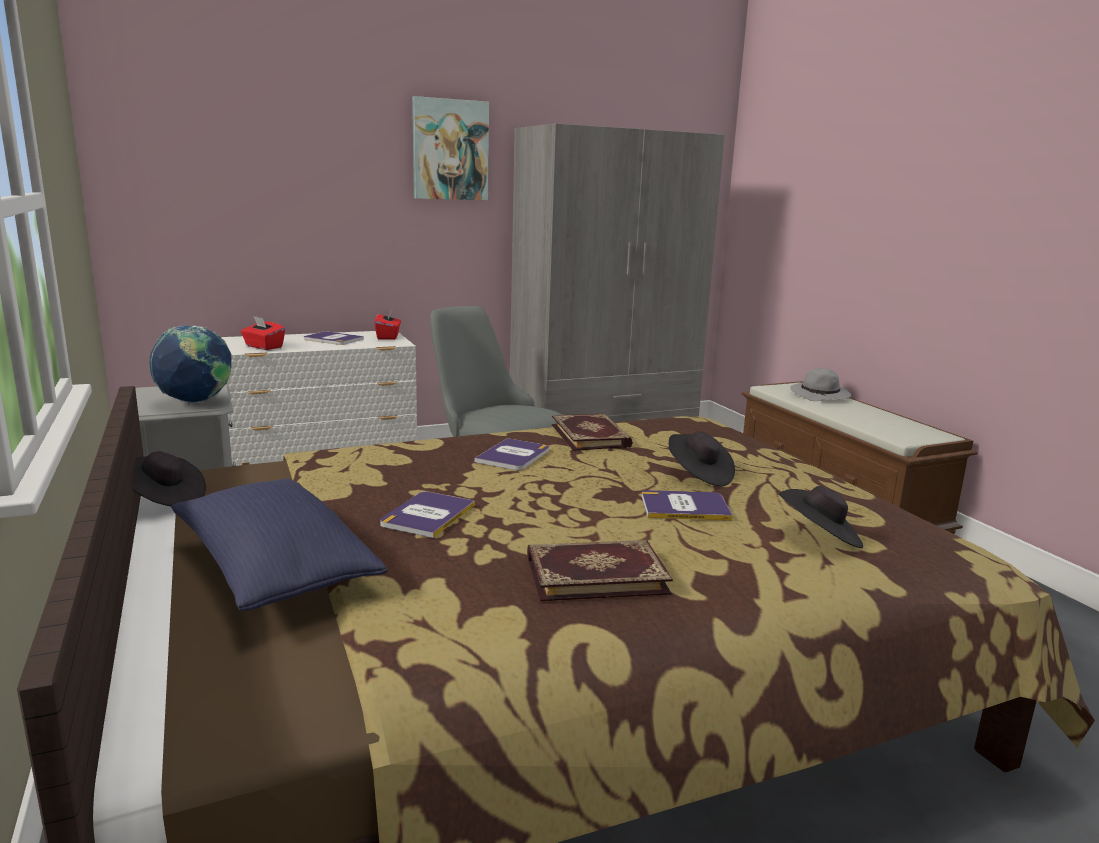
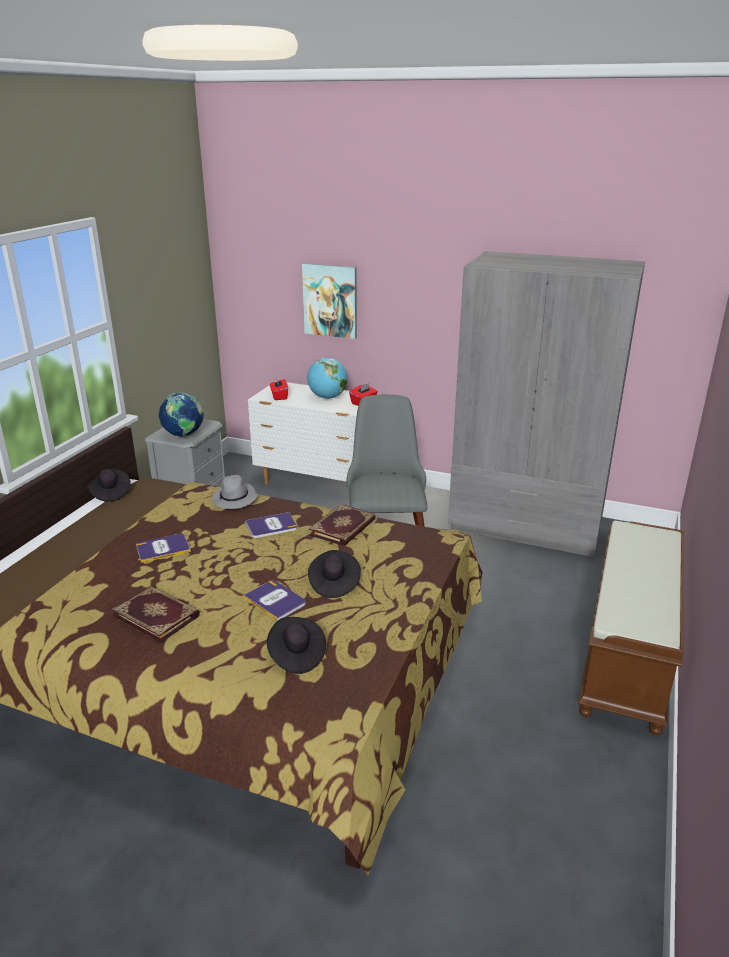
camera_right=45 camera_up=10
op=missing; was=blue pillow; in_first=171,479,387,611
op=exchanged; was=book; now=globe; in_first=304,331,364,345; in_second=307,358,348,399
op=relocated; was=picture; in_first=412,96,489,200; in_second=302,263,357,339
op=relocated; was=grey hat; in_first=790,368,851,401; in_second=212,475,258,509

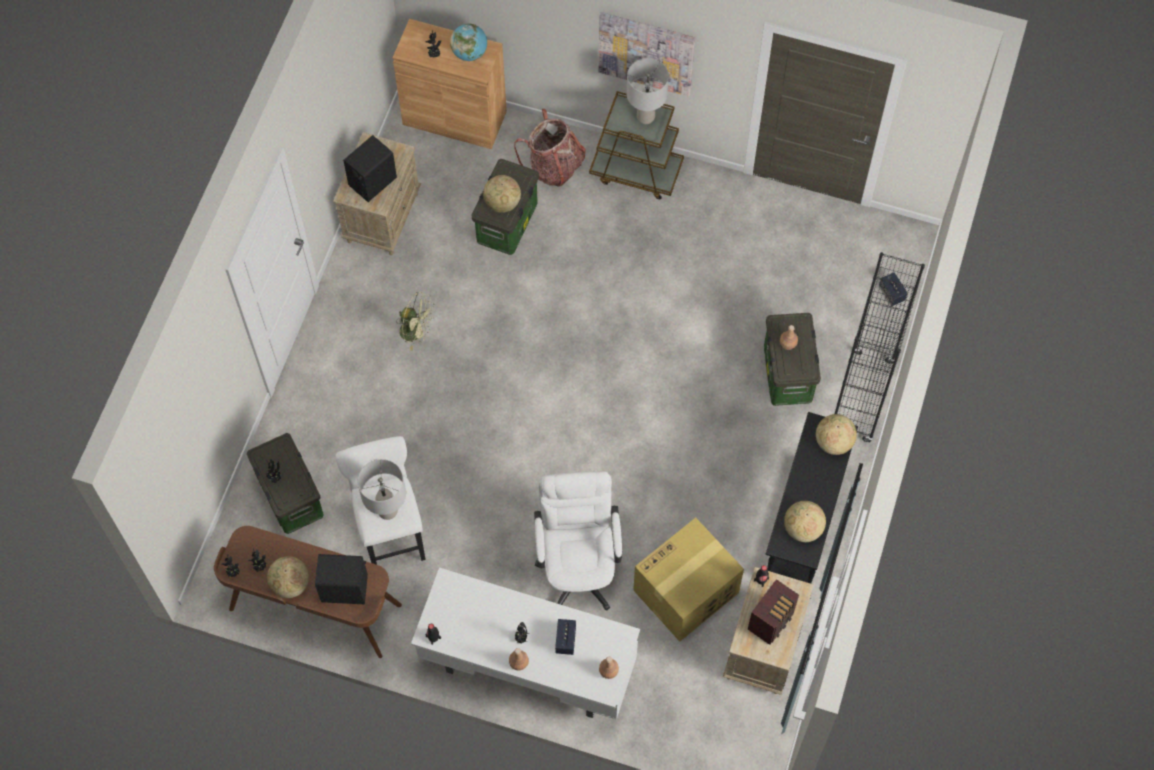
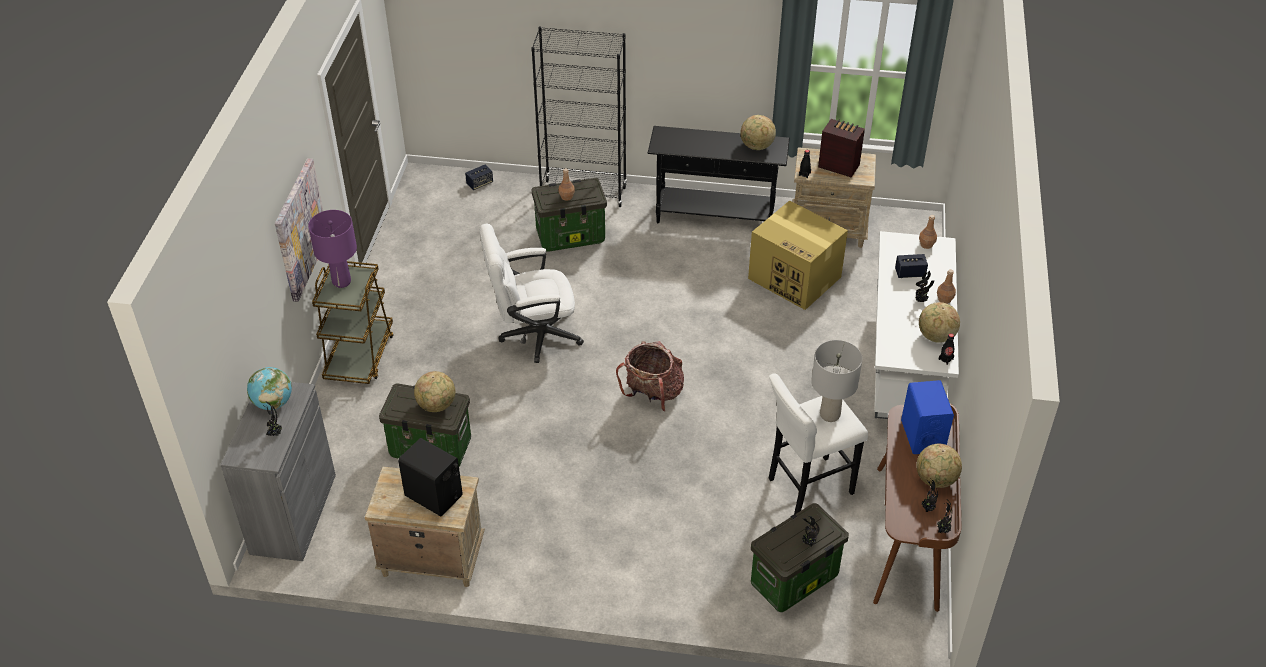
camera_right=-100 camera_up=-20
op=colour; was=black speaker; now=blue speaker; in_first=315,554,368,604; in_second=901,380,954,454
op=colour; was=brown cabinet; now=grey cabinet; in_first=393,19,507,149; in_second=221,382,336,561
op=missing; was=green fan; in_first=396,292,434,351
op=relocated; was=backpack; in_first=514,109,586,187; in_second=616,341,684,411
op=relocated; was=white office chair; in_first=534,471,622,611; in_second=480,224,584,363
op=colour; was=grey table lamp; now=purple table lamp; in_first=627,58,669,124; in_second=308,210,357,288
op=relocated; was=globe; in_first=816,414,857,455; in_second=919,302,960,343

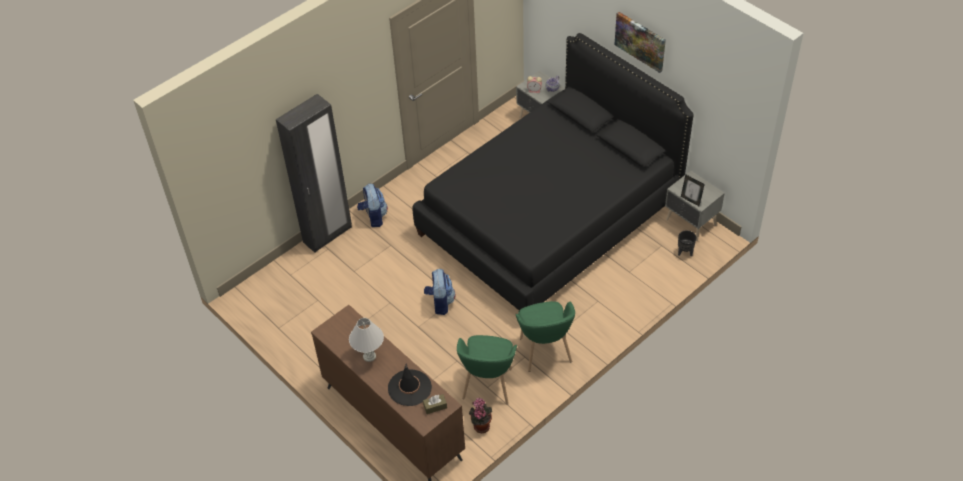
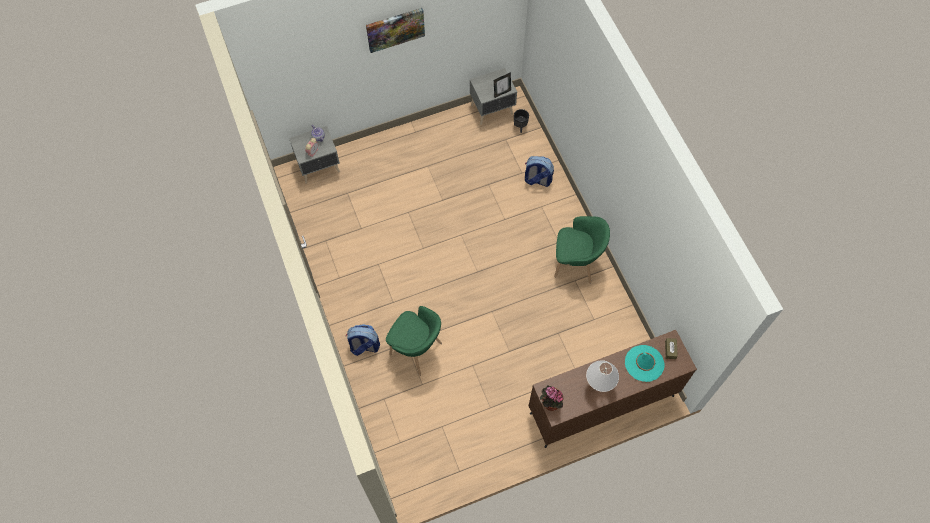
camera_right=-70 camera_up=15
op=missing; was=black wardrobe; in_first=276,94,352,253
op=colour; was=black hat; now=turquoise hat; in_first=388,363,432,406; in_second=625,345,664,382
op=missing; was=black bed; in_first=412,33,694,310
op=relocated; was=backpack; in_first=424,269,455,315; in_second=525,156,554,187
op=relocated; was=green armchair; in_first=457,335,517,405; in_second=386,306,442,376
op=relocated; was=potted plant; in_first=469,398,492,433; in_second=540,385,563,411

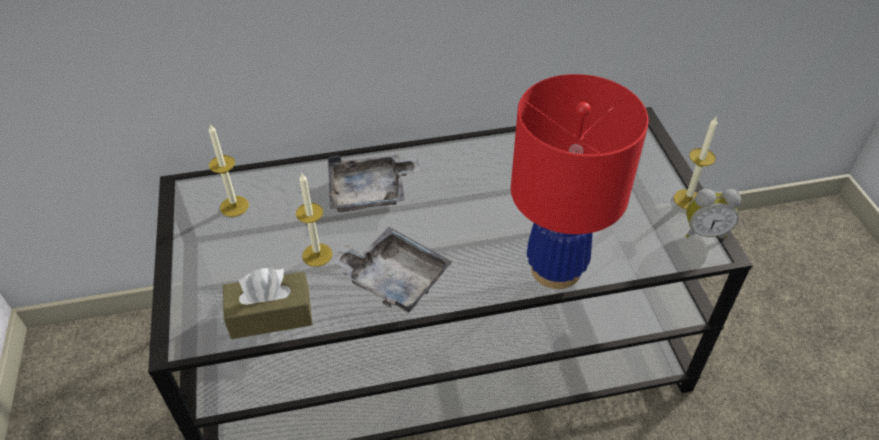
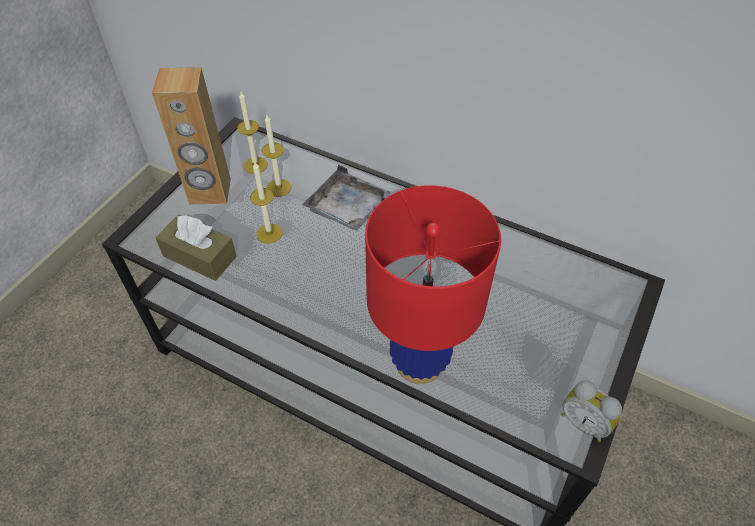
camera_right=40 camera_up=5
op=missing; was=grey tray; in_first=331,227,453,313
op=relocated; was=candle; in_first=674,117,717,209; in_second=262,115,291,197
op=appeared; now=brown speaker; in_second=152,67,231,204

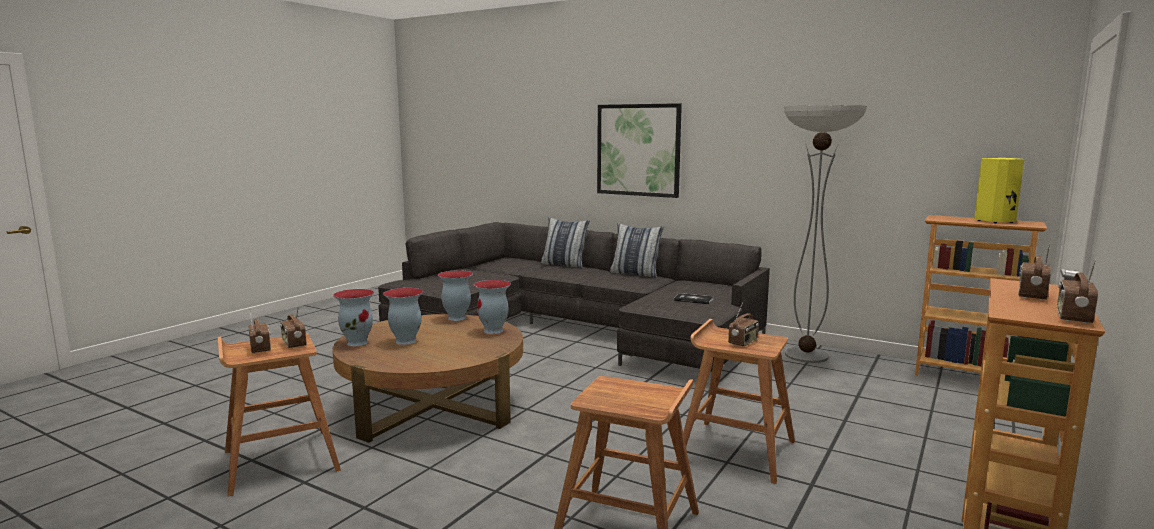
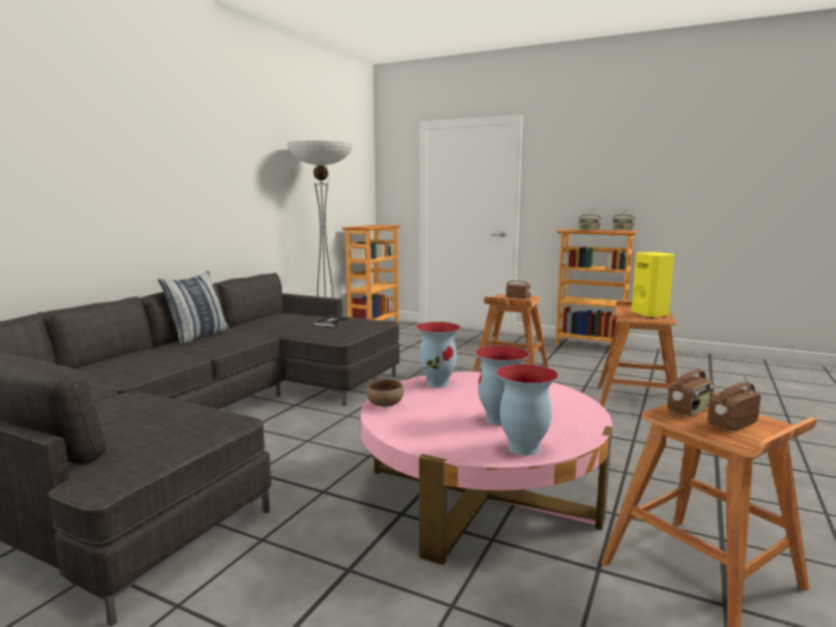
camera_right=-95 camera_up=0
op=colour; was=brown coffee table; now=pink coffee table; in_first=332,314,523,443; in_second=360,372,612,565
op=exchanged; was=vase; now=brown bowl; in_first=438,270,473,321; in_second=366,379,404,407
op=missing; was=pillow; in_first=541,217,590,269
op=missing; was=picture; in_first=597,103,682,198
op=relocated; was=yellow speaker; in_first=974,158,1025,223; in_second=631,252,674,318

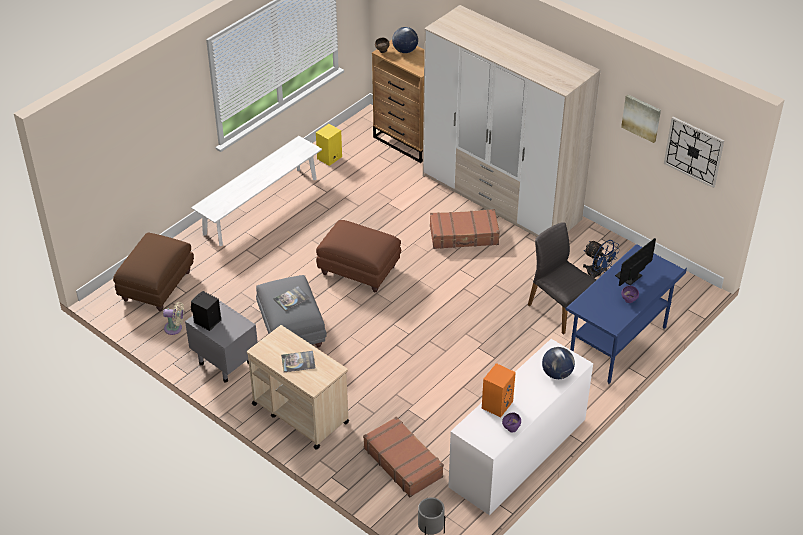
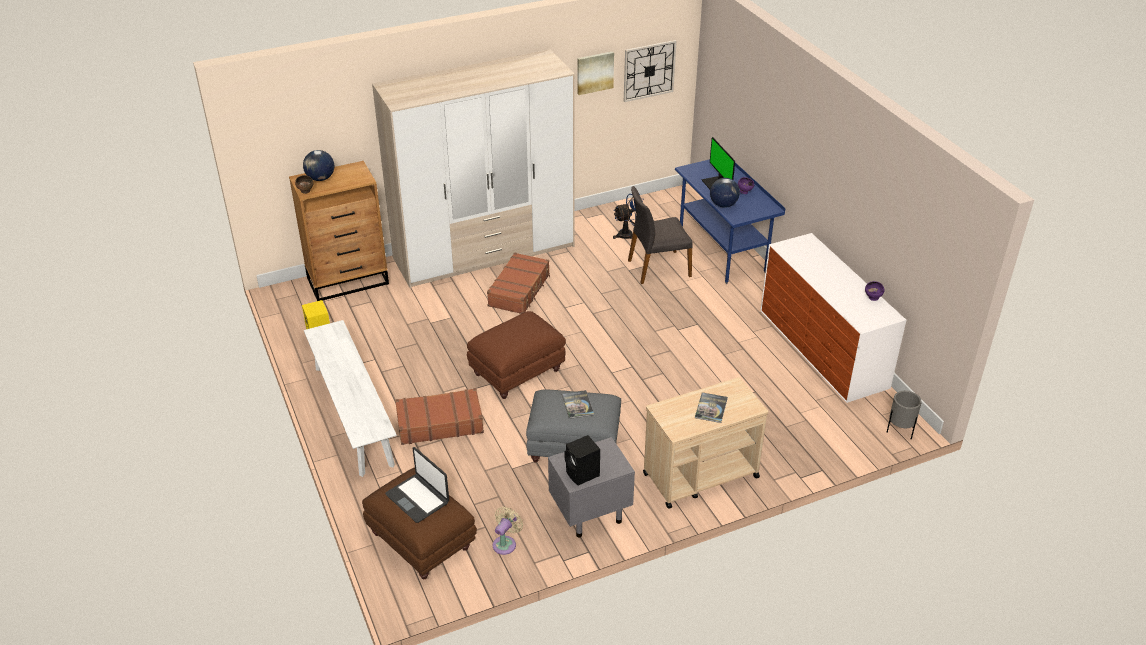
camera_right=-65 camera_up=-5
op=relocated; was=brown suitcase; in_first=363,417,444,497; in_second=395,388,484,445
op=missing; was=orange speaker; in_first=482,363,516,418
op=relocated; was=globe; in_first=542,347,575,379; in_second=710,178,740,208
op=appeared; now=laptop; in_second=385,447,449,523

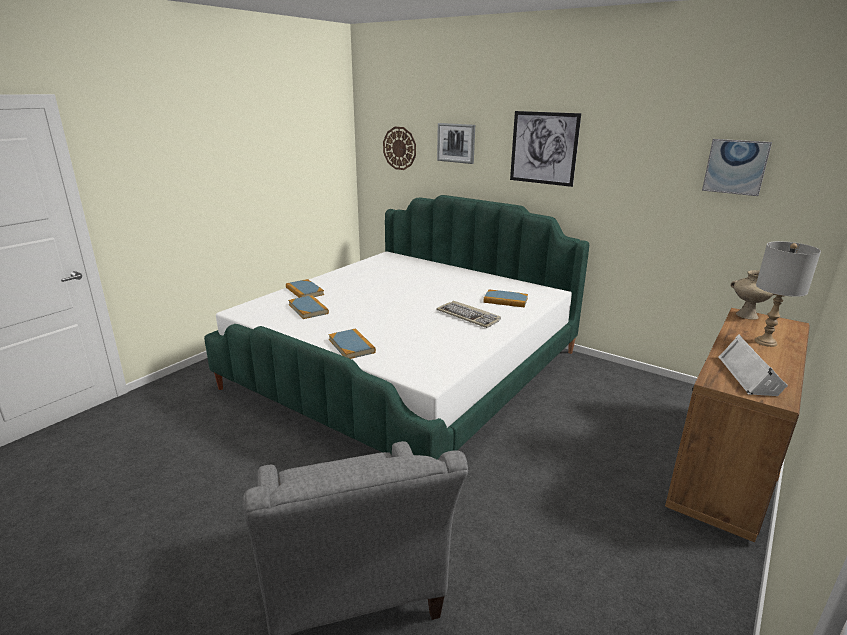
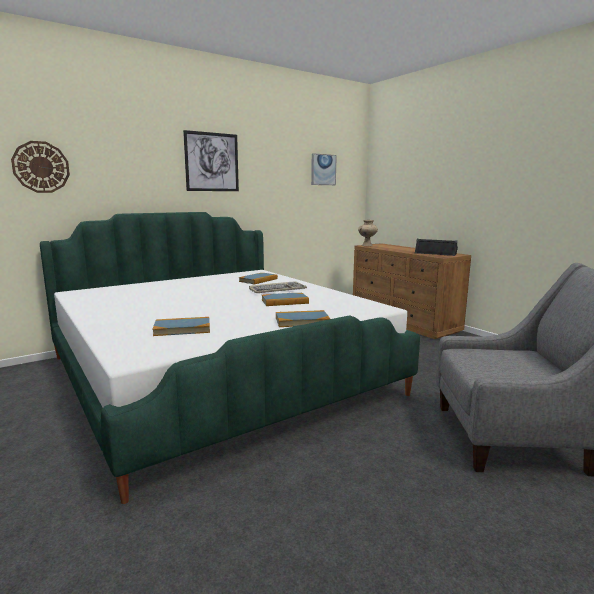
camera_right=-70 camera_up=-10
op=relocated; was=book; in_first=286,279,324,298; in_second=262,293,309,306
op=missing; was=picture; in_first=437,123,475,164
op=colour; was=white speaker; now=black speaker; in_first=718,334,788,396; in_second=415,239,458,256
op=missing; was=grey table lamp; in_first=755,241,821,347

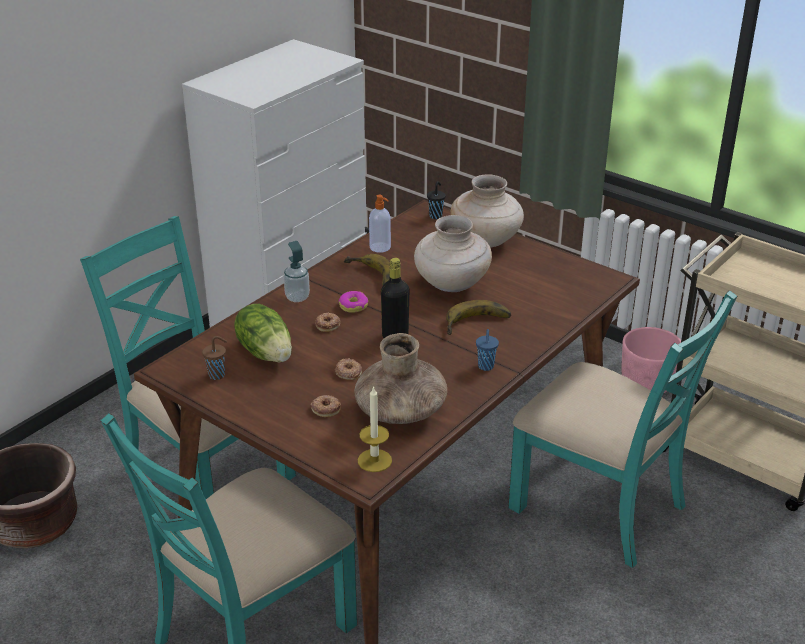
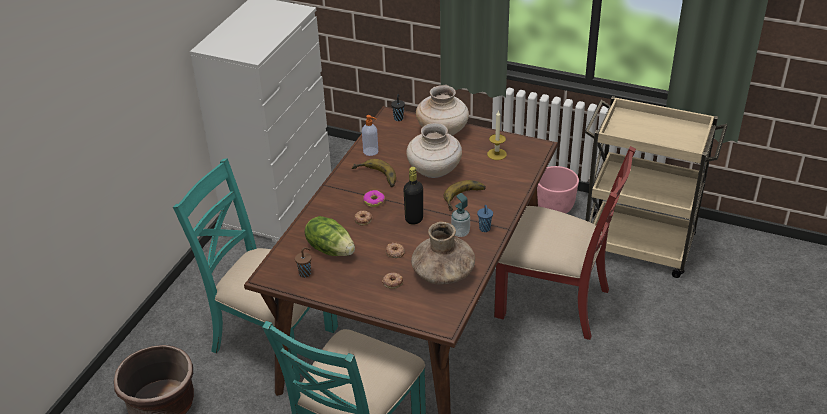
camera_right=-15 camera_up=5
op=relocated; was=soap dispenser; in_first=284,241,310,302; in_second=451,193,470,237
op=relocated; was=candle; in_first=358,386,392,472; in_second=487,110,507,160
op=colour; was=turquoise chair; now=red chair; in_first=508,290,737,568; in_second=494,146,636,340

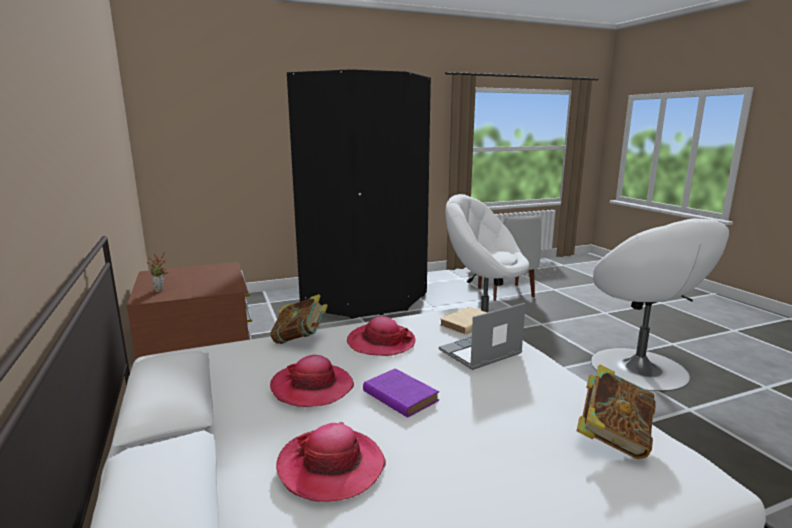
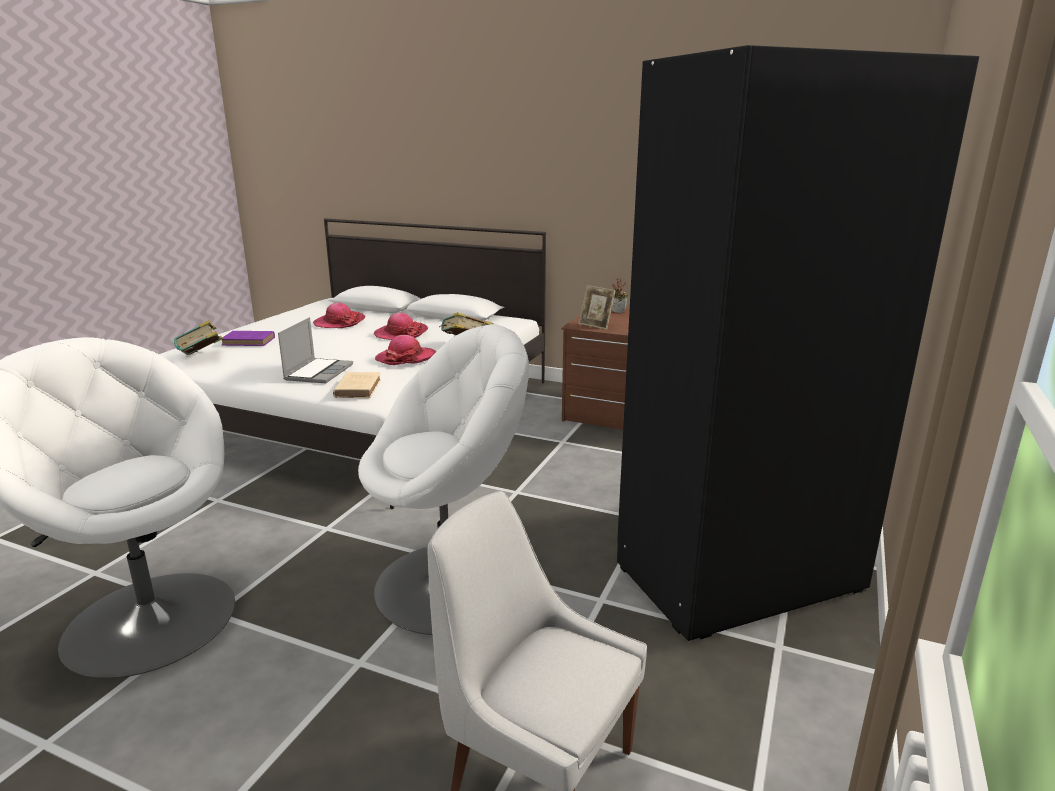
camera_right=135 camera_up=5
op=relocated; was=purple book; in_first=363,369,439,418; in_second=222,331,275,346
op=appeared; now=picture frame; in_second=579,285,616,330

